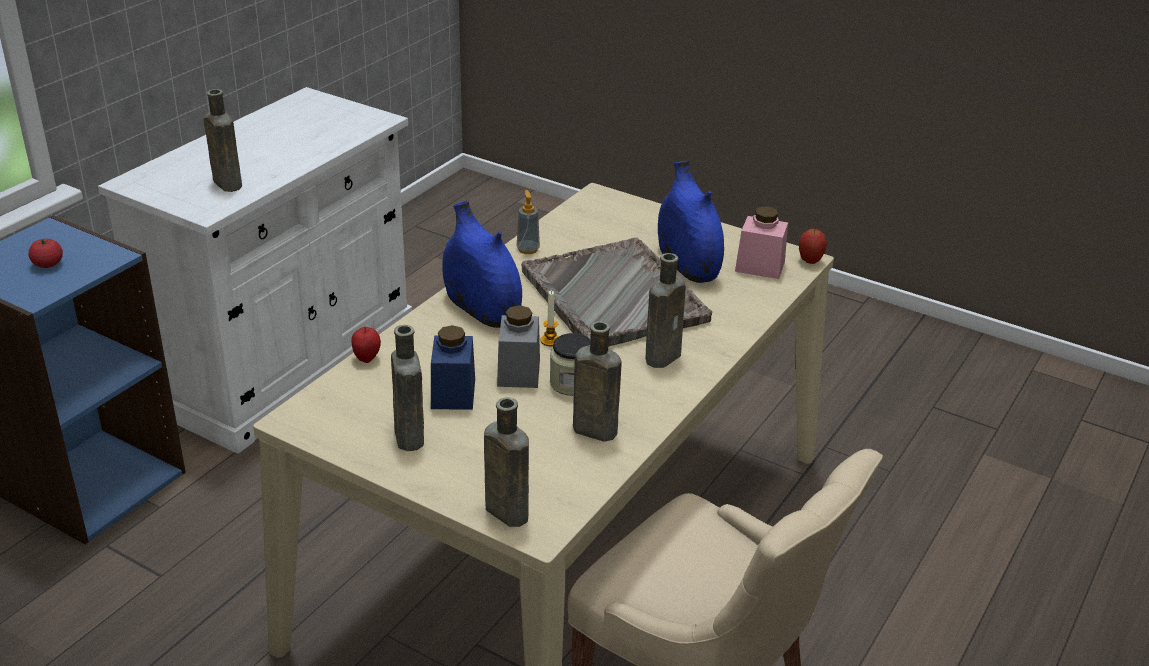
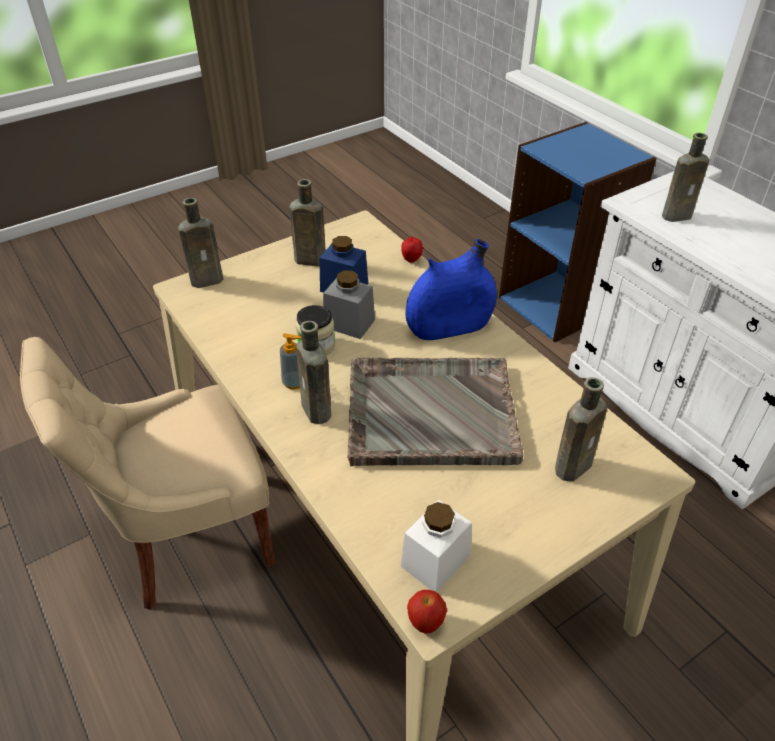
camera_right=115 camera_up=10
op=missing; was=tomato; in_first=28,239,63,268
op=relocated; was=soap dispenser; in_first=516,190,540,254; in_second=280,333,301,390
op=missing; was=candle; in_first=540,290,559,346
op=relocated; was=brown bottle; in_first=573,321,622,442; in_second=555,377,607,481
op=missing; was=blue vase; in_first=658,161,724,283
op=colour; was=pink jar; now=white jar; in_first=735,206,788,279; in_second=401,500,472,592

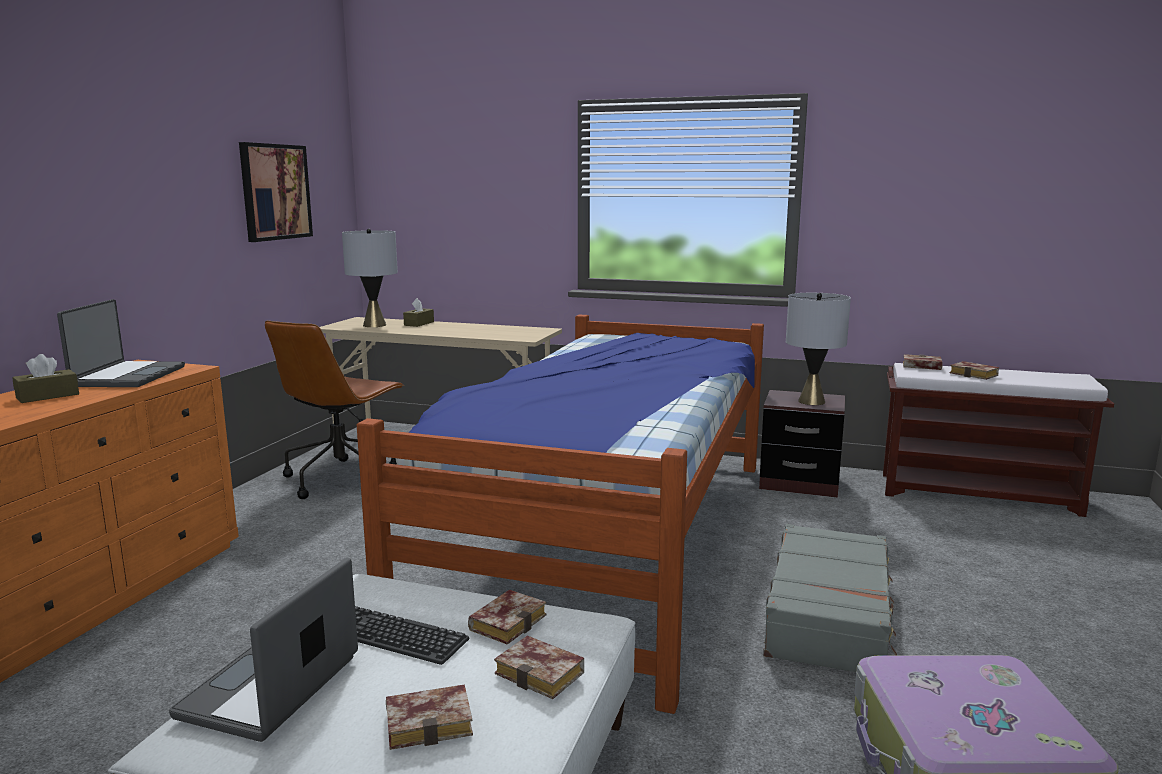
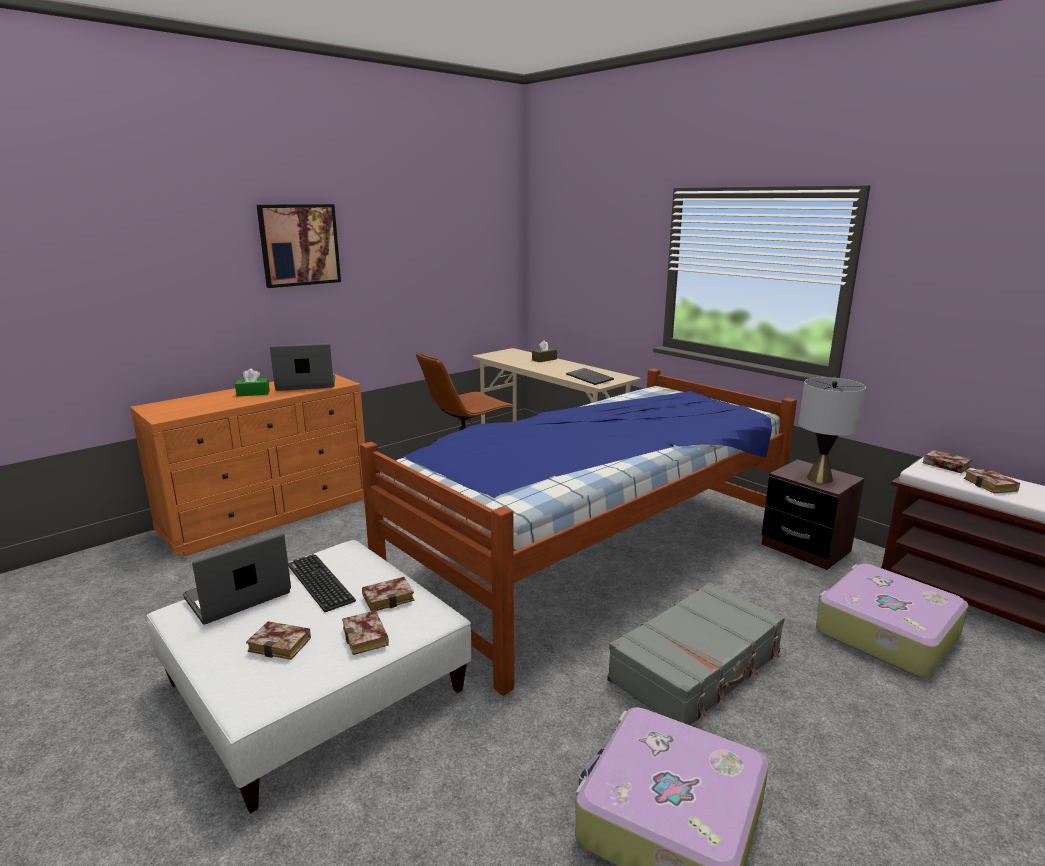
camera_right=30 camera_up=5
op=colour; was=brown tissue box; now=green tissue box; in_first=12,354,79,403; in_second=235,368,270,396
op=spun; was=laptop; in_first=57,299,185,387; in_second=270,343,335,391; clockwise=-135
op=relocated; was=picture; in_first=239,142,313,242; in_second=257,204,341,288
op=missing; was=grey table lamp; in_first=342,229,398,327
op=appeared; now=keyboard; in_second=566,368,614,385
op=appeared; now=suitcase; in_second=816,564,968,677

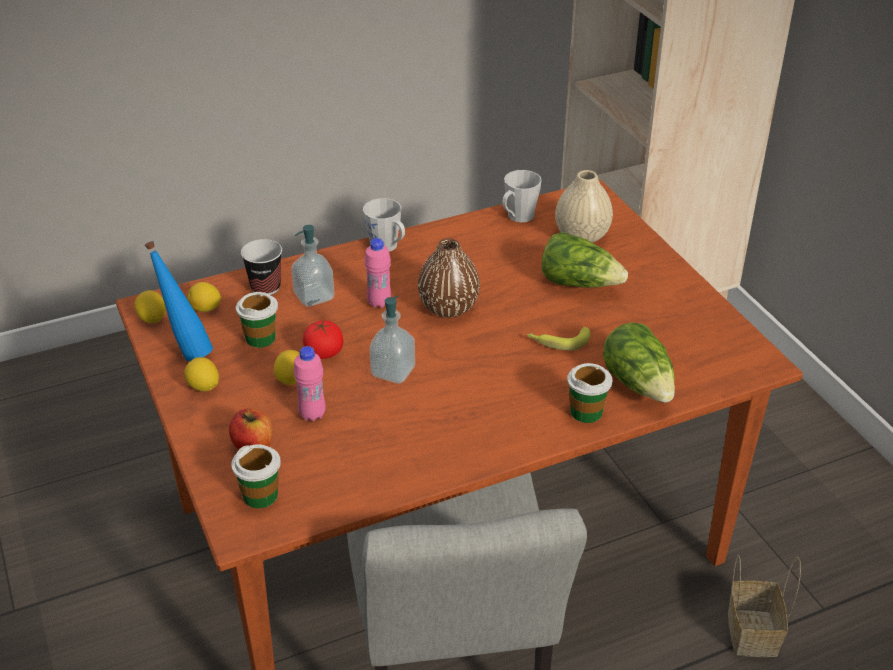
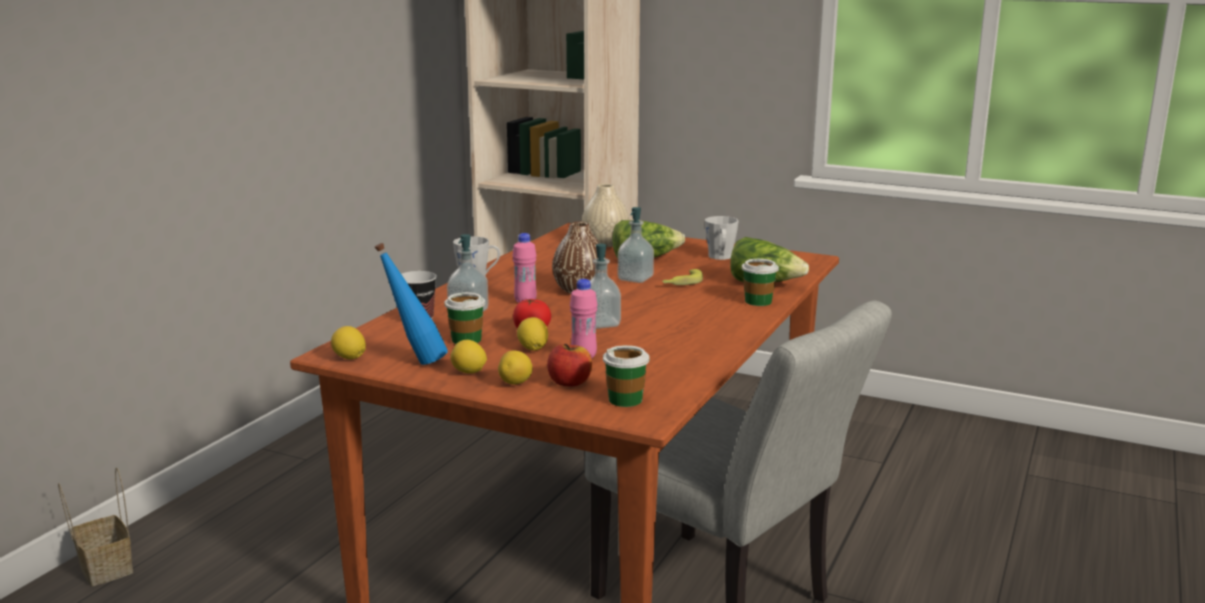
camera_right=-40 camera_up=-20
op=relocated; was=lemon; in_first=187,282,221,312; in_second=498,350,533,384
op=relocated; was=grey mug; in_first=502,170,542,222; in_second=705,216,738,260
op=relocated; was=basket; in_first=728,555,801,657; in_second=58,468,133,586
op=appeared; now=soap dispenser; in_second=618,207,654,283

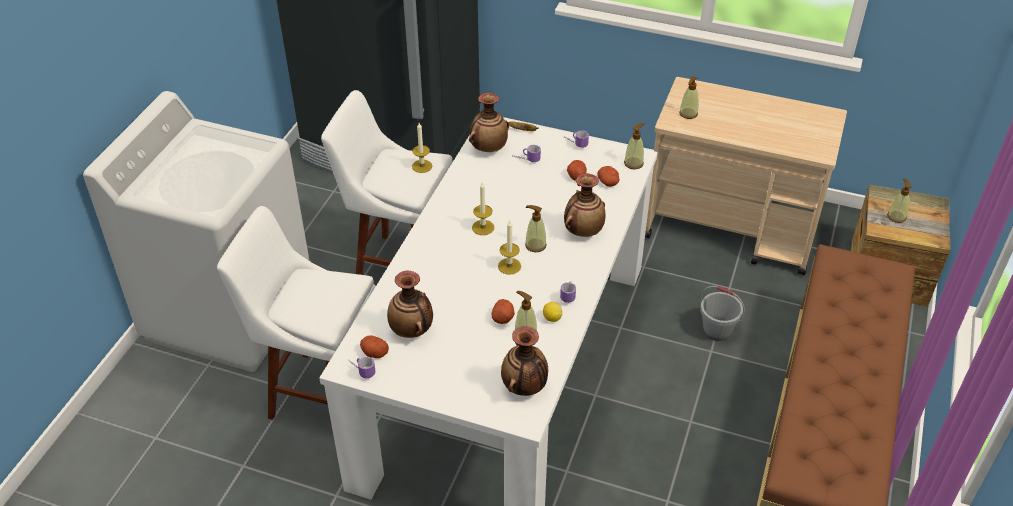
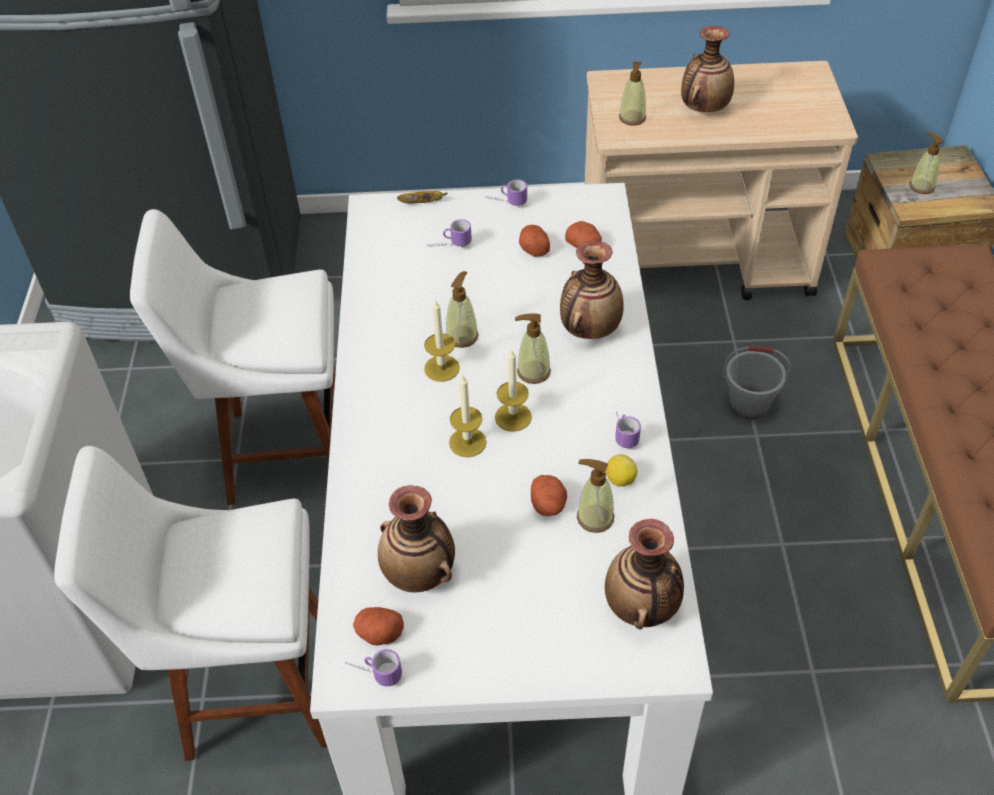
camera_right=-20 camera_up=5
op=relocated; was=candle; in_first=412,123,432,173; in_second=449,376,487,457
op=relocated; was=vase; in_first=469,93,509,152; in_second=681,26,734,112
op=relocated; was=soap dispenser; in_first=624,123,645,169; in_second=446,271,479,348

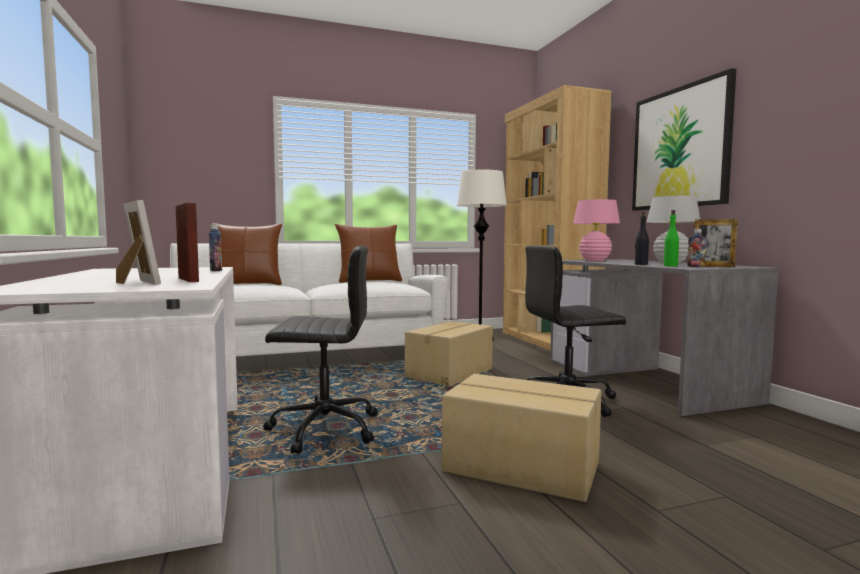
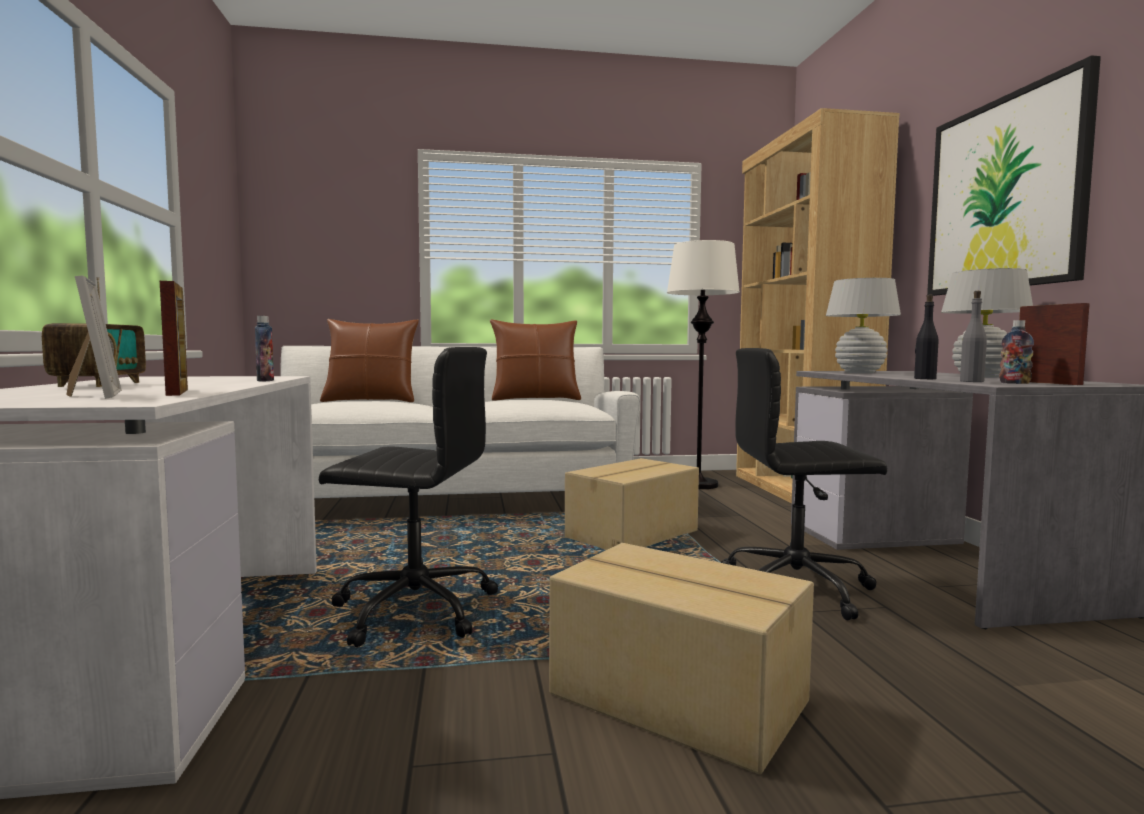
camera_right=10 camera_up=0
op=colour; was=pink table lamp; now=white table lamp; in_first=573,199,620,261; in_second=826,278,901,373
op=colour; was=green bottle; now=grey bottle; in_first=664,210,679,266; in_second=960,291,987,382
op=spun; was=picture frame; in_first=694,219,738,267; in_second=1019,303,1090,385; clockwise=-150
op=appeared; now=radio; in_second=42,277,146,387

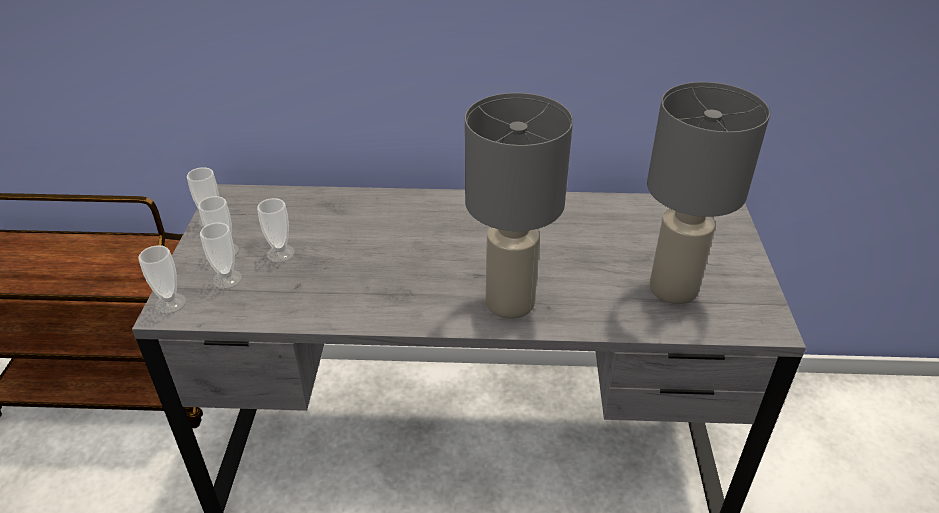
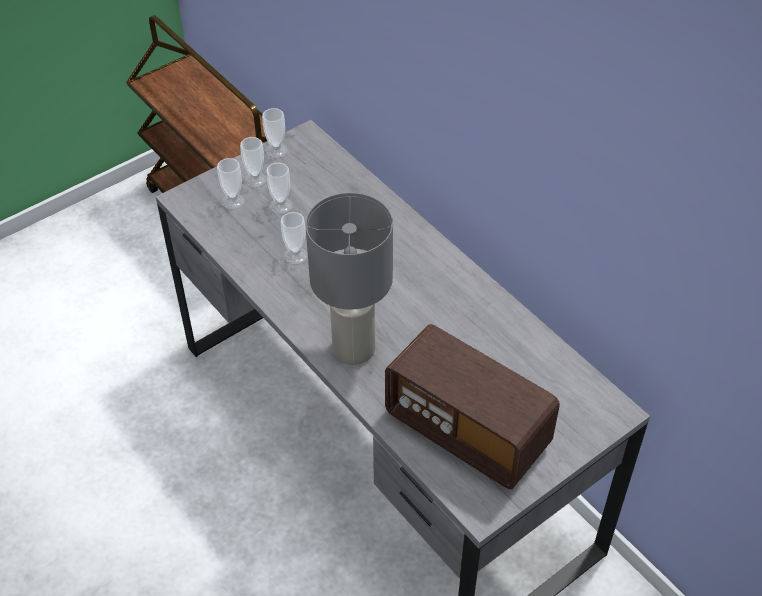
camera_right=50 camera_up=10
op=relocated; was=cup; in_first=139,245,186,314; in_second=281,212,308,265
op=exchanged; was=grey table lamp; now=radio; in_first=647,82,770,304; in_second=385,324,560,489

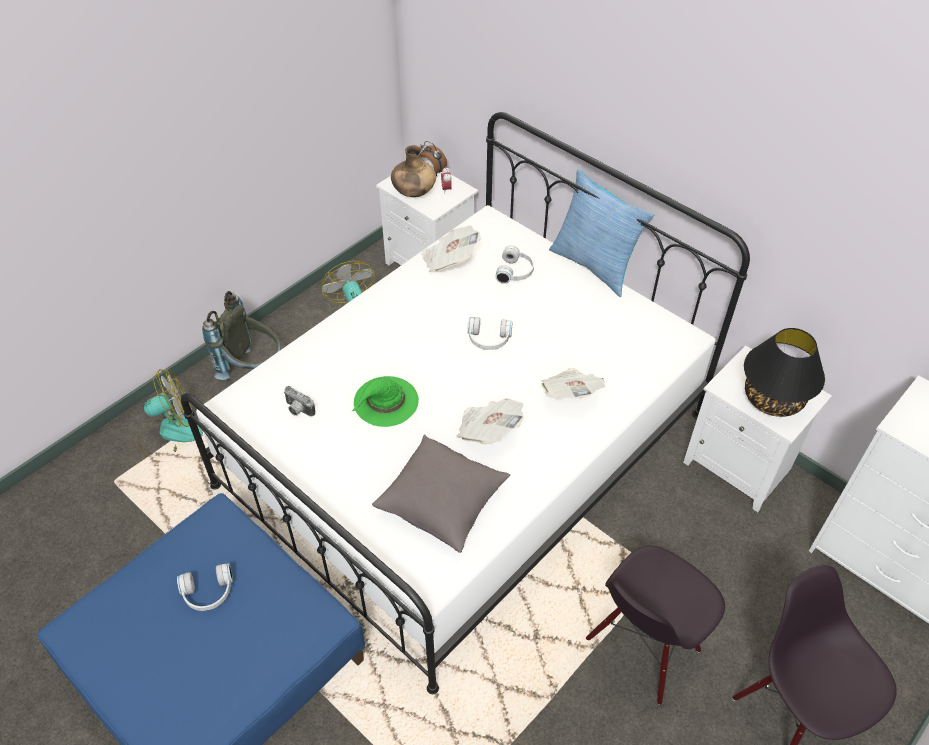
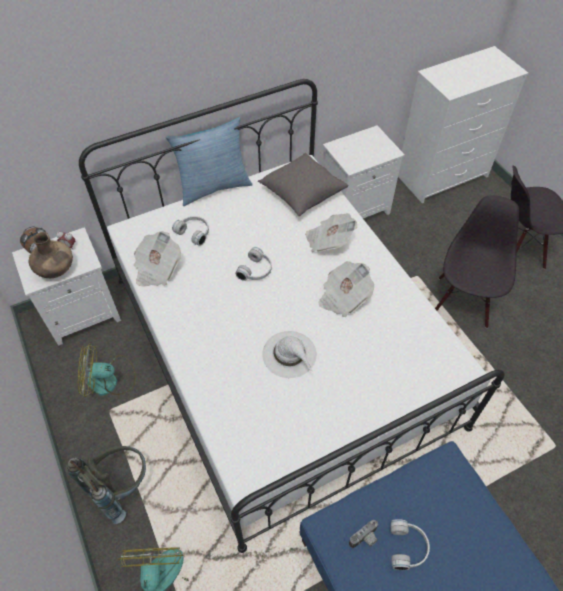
camera_right=-70 camera_up=5
op=relocated; was=photo camera; in_first=284,386,315,416; in_second=349,520,379,548
op=colour; was=green hat; now=white hat; in_first=351,376,419,427; in_second=262,331,317,378
op=relocated; was=grey pillow; in_first=372,434,510,553; in_second=258,153,349,216
op=spun; was=black chair; in_first=586,546,725,705; in_second=435,195,519,328; clockwise=-135
op=missing; was=black table lamp; in_first=744,328,825,417

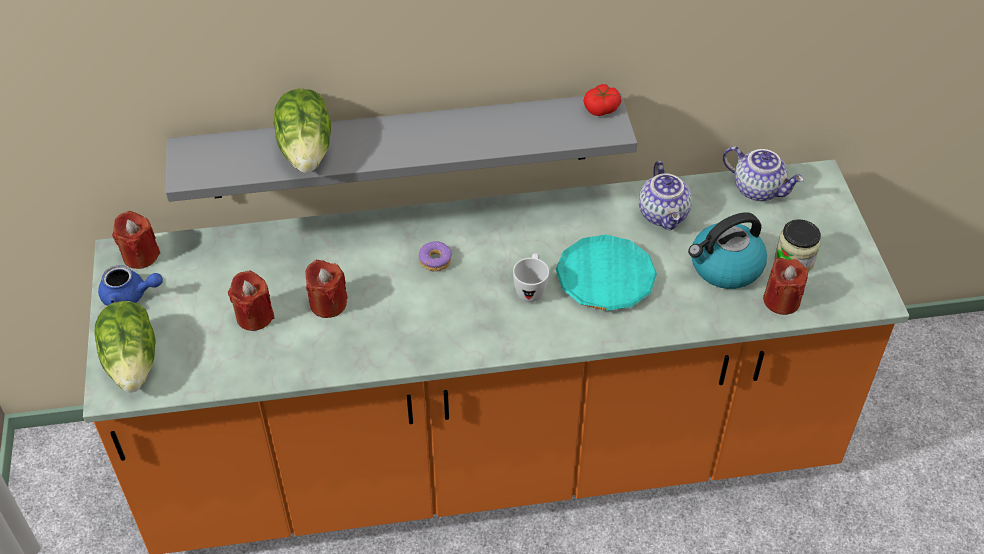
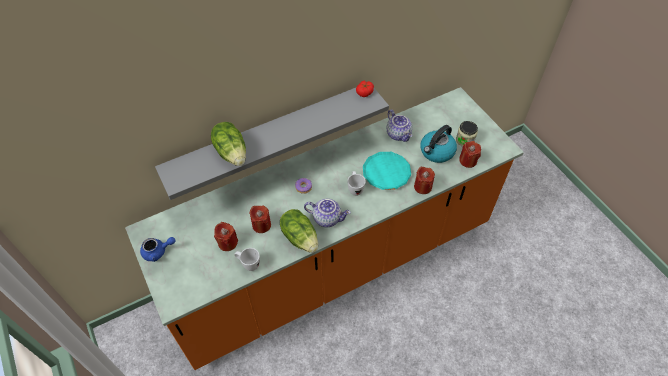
camera_right=-20 camera_up=5
op=relocated; was=lettuce; in_first=94,301,156,393; in_second=280,209,318,253
op=relocated; was=red candle; in_first=112,211,160,269; in_second=414,167,435,194
op=relocated; was=teapot; in_first=723,146,804,201; in_second=304,199,351,227
op=appeared; now=white mug; in_second=234,248,260,271

